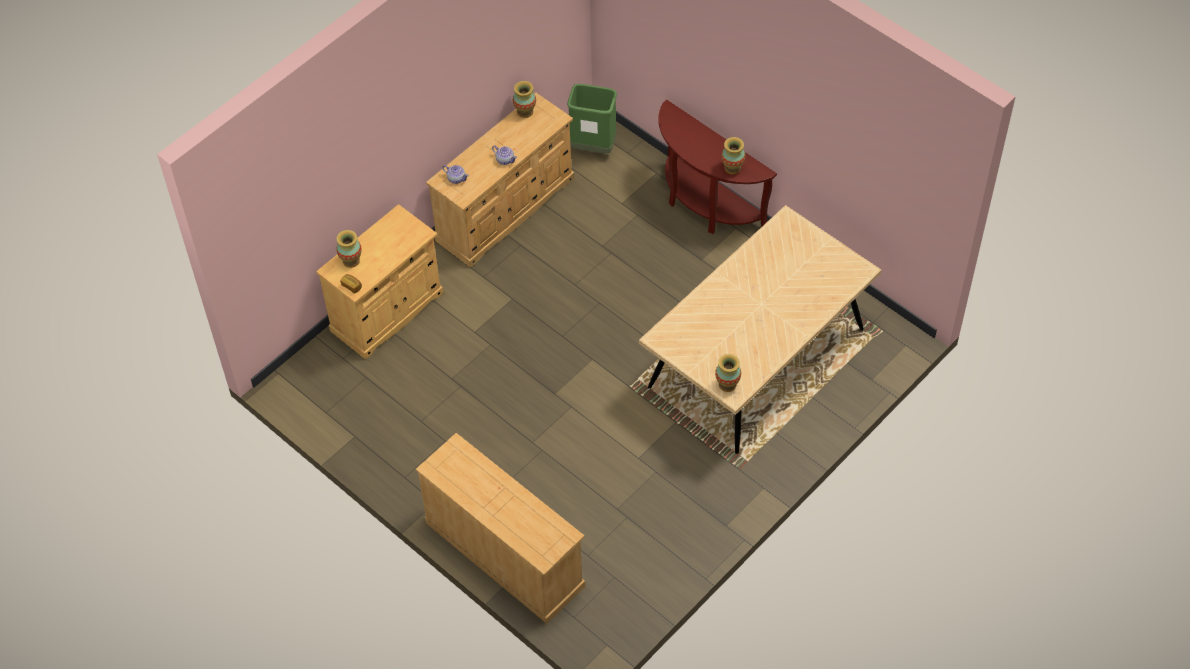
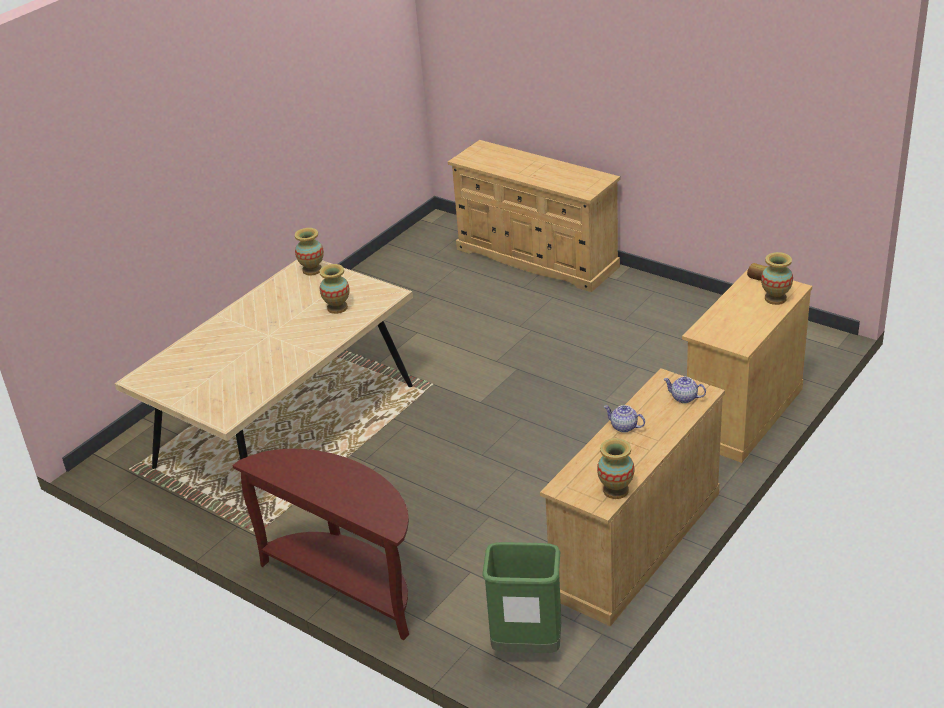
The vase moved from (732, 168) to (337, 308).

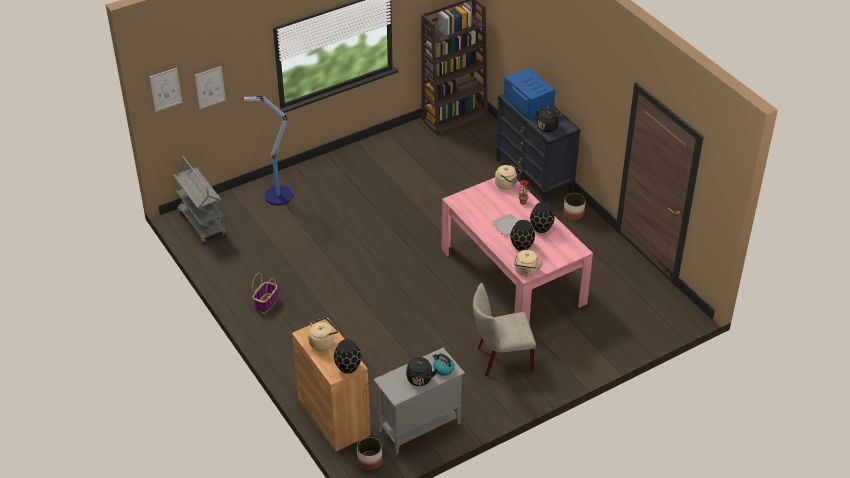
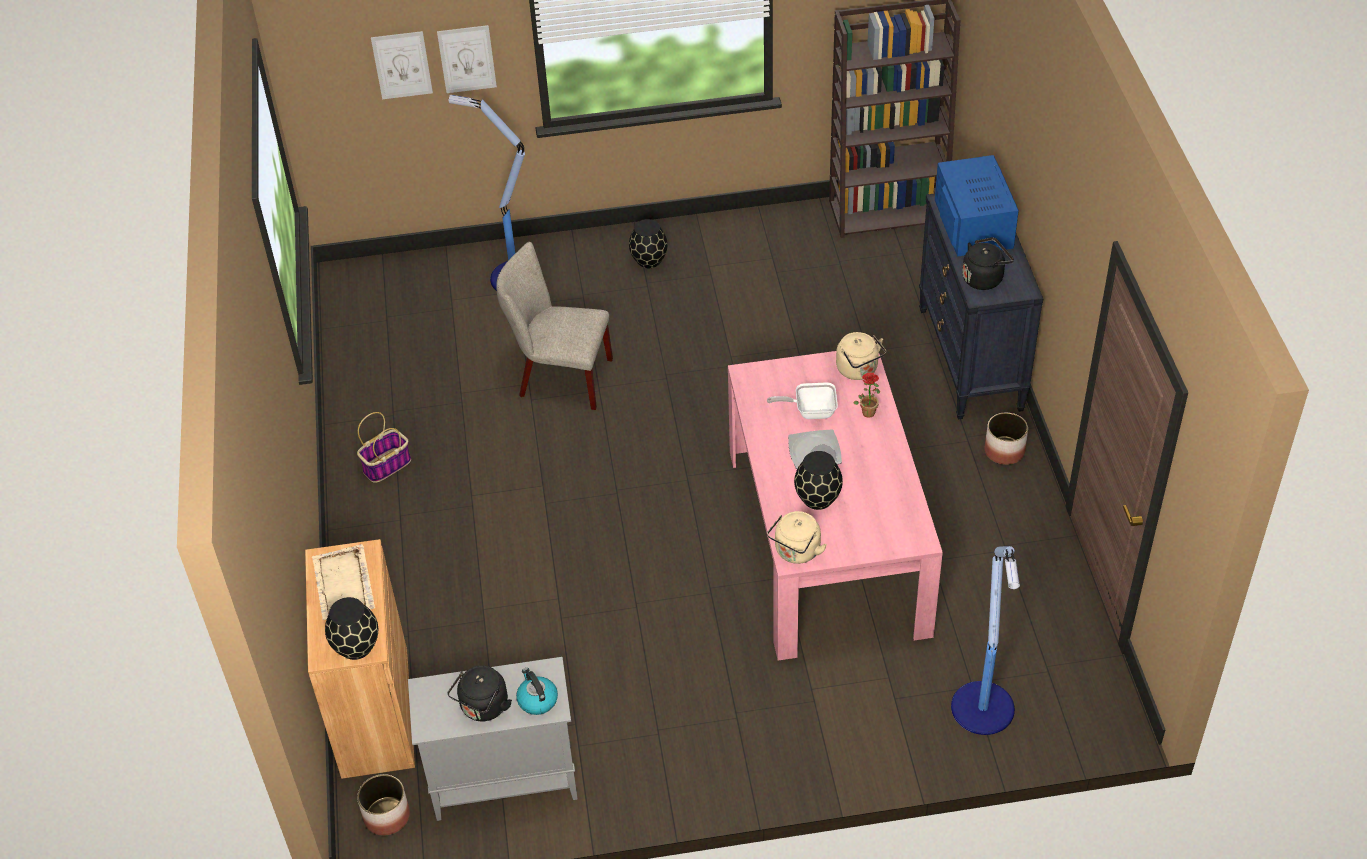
The tableau moved from (165, 89) to (467, 59).
The chariot (gris) at (201, 223) disappeared.
The vase (noir) moved from (541, 227) to (649, 260).
The chaise (beige) moved from (501, 359) to (559, 378).
The bouilloire (beige) at (323, 342) was replaced by the plateau (beige) at (343, 585).
The poêle at (810, 411) appeared.
The lampadaire at (983, 710) appeared.

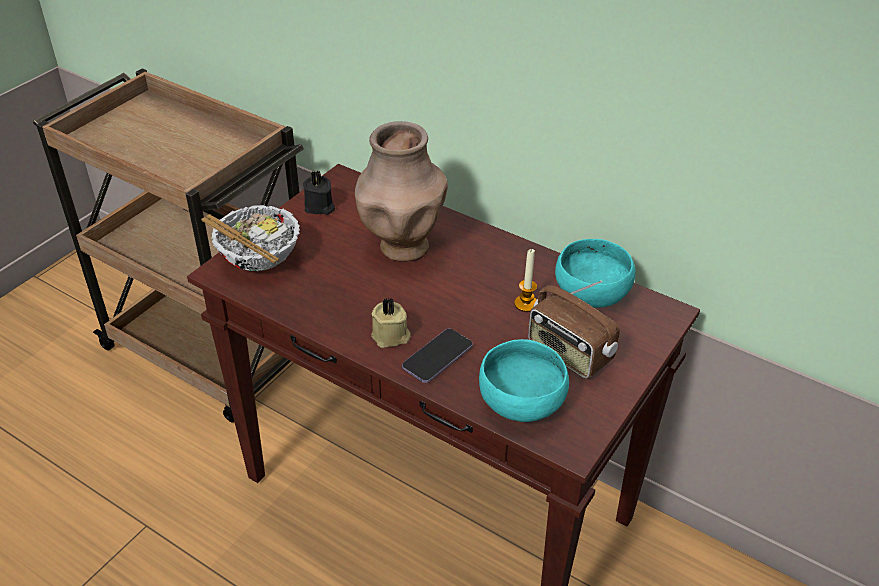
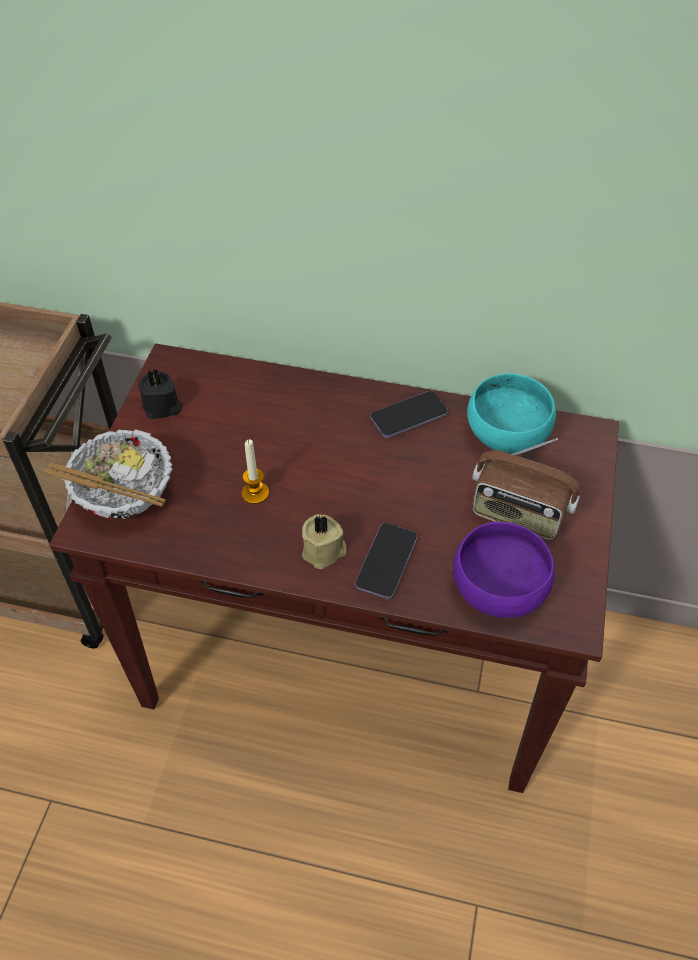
The vase (marron) at (402, 247) disappeared.
The bougie moved from (526, 304) to (255, 493).
The bol (turquoise) at (522, 401) became the bol (violet) at (499, 588).
The téléphone at (409, 416) appeared.

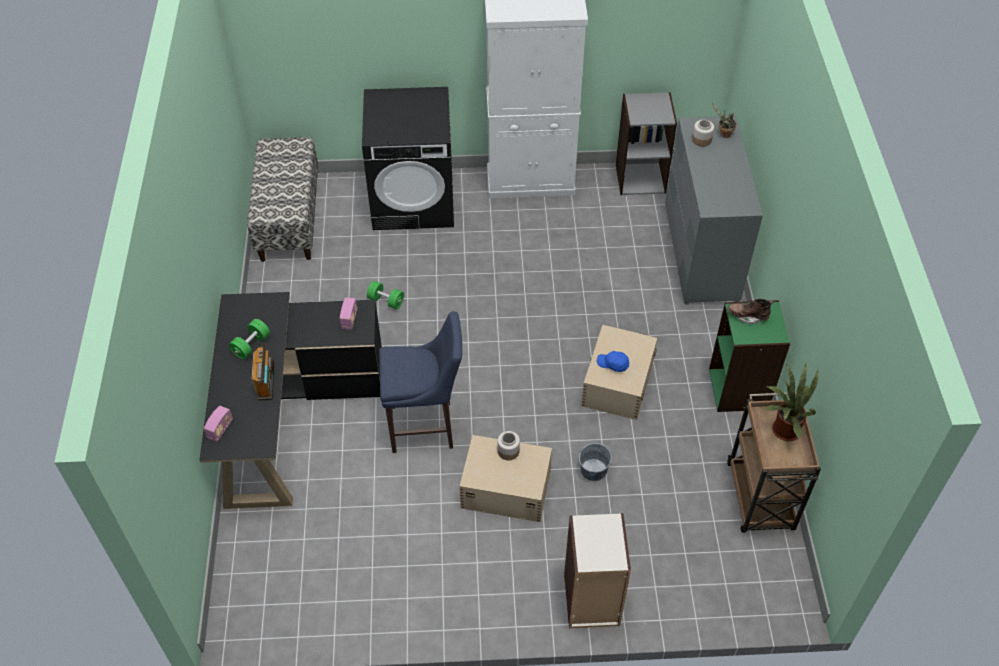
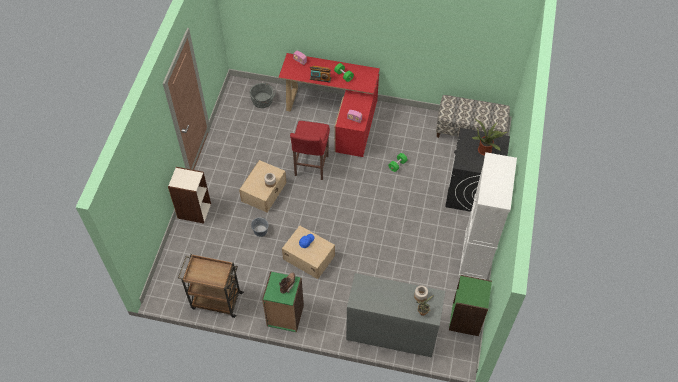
The bibliothèque (gris) at (640, 178) became the bibliothèque (vert) at (466, 319).
The bureau (noir) at (287, 415) became the bureau (rouge) at (336, 115).
The tabouret (bleu) at (426, 427) became the tabouret (rouge) at (310, 167).
The plante en pot moved from (783, 429) to (485, 149).
The seau (gris) at (263, 100) appeared.

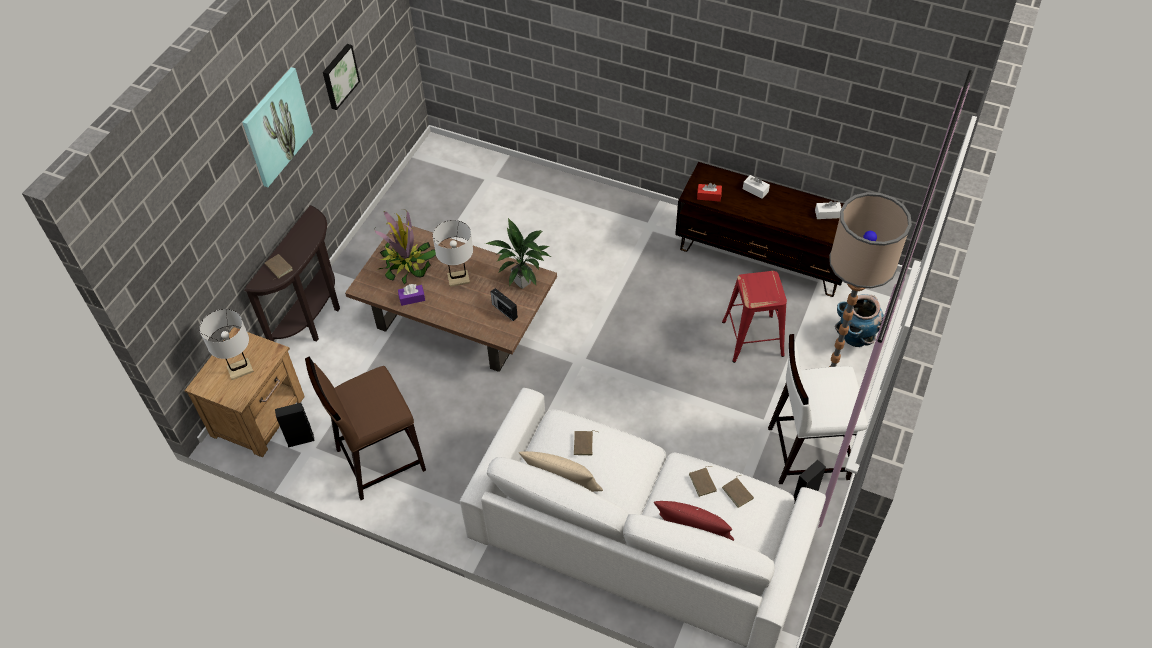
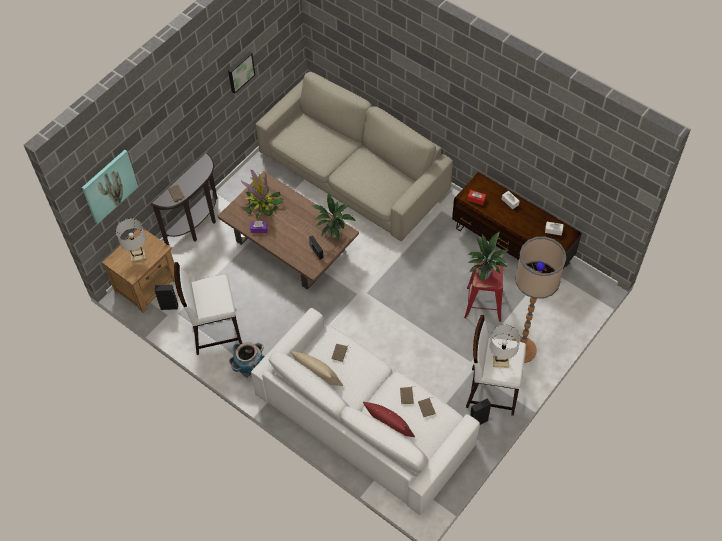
The tableau moved from (277, 127) to (109, 186).
The lampe de table (blanc) moved from (458, 278) to (500, 361).
The cache-pot moved from (855, 338) to (250, 369).
The tabouret (marron) at (379, 459) became the tabouret (blanc) at (215, 331).
The canapé (beige) at (353, 172) appeared.
The plante en pot at (485, 275) appeared.

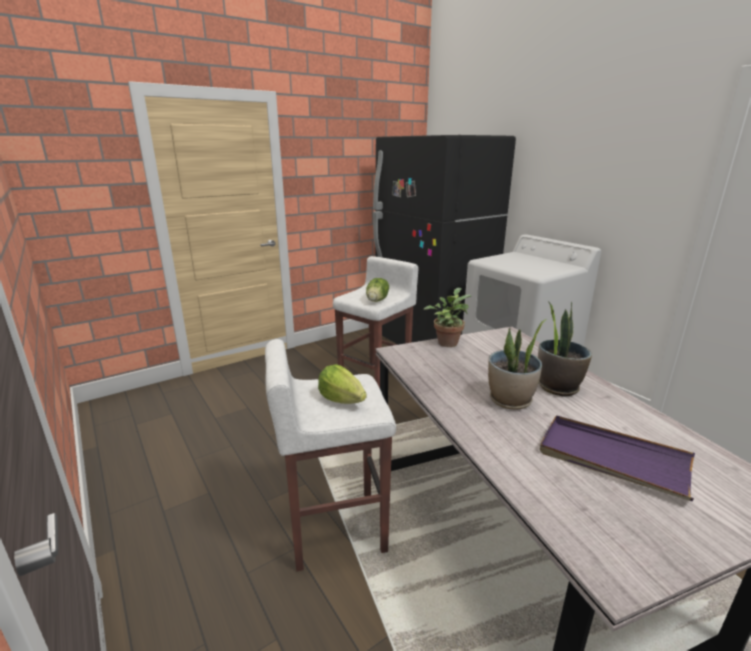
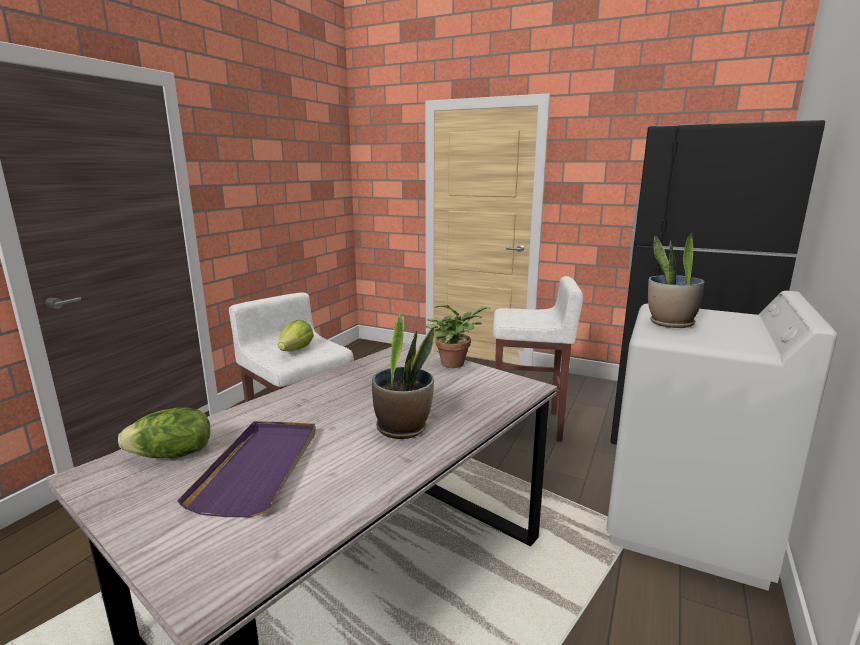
The laitue moved from (377, 300) to (172, 455).
The plante en pot moved from (510, 400) to (670, 323).

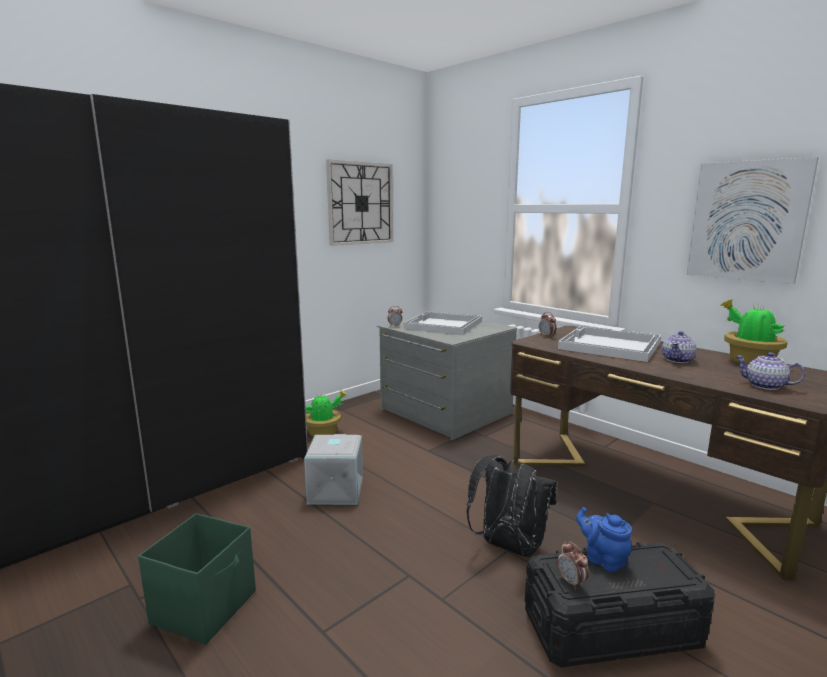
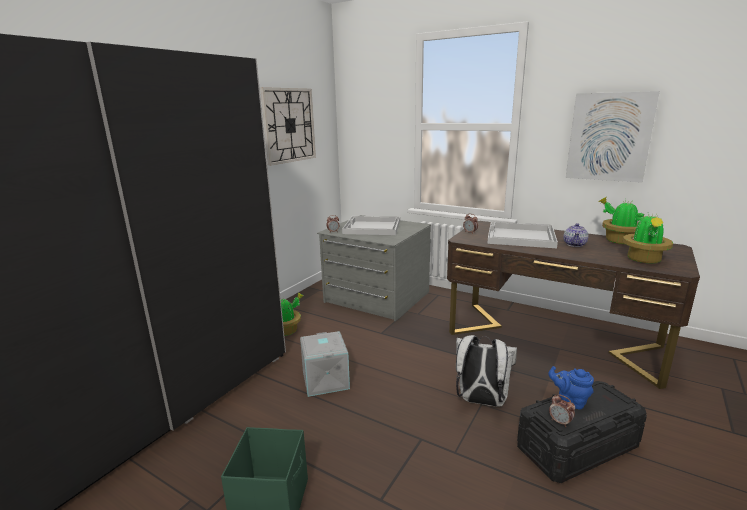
The théière at (765, 386) was replaced by the plante en pot at (644, 260).
The sac à dos (noir) at (508, 547) became the sac à dos (blanc) at (480, 401).

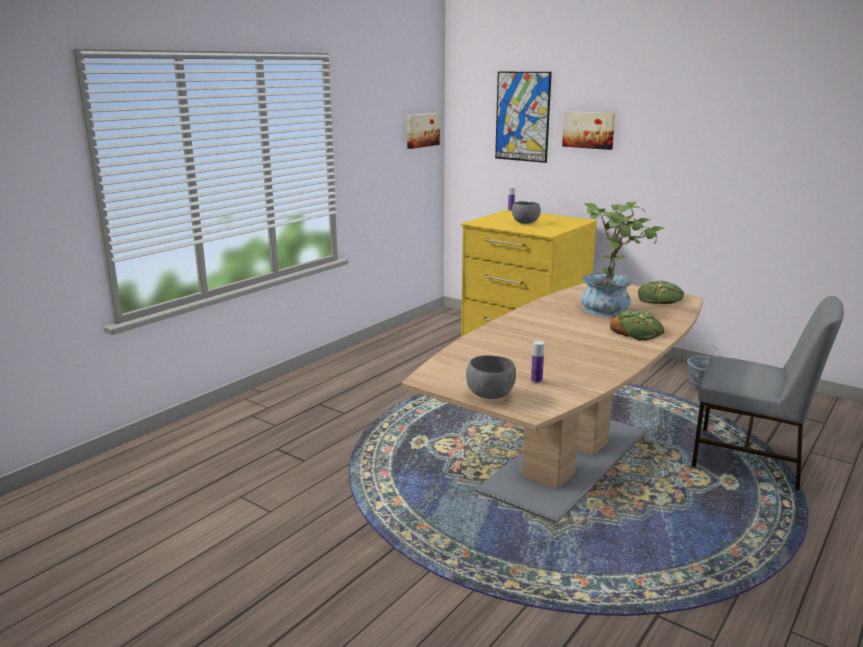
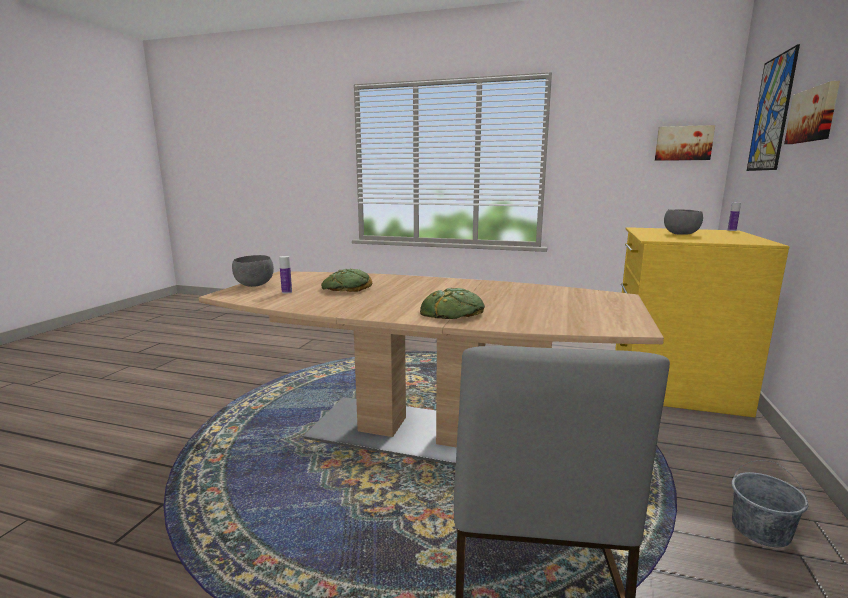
The plante en pot at (612, 308) disappeared.
The pain moved from (660, 298) to (346, 288).

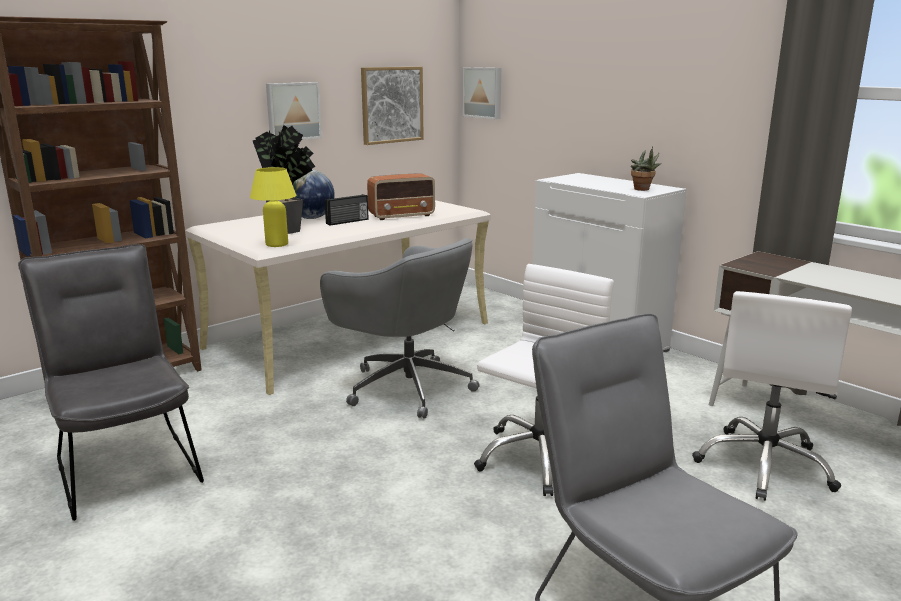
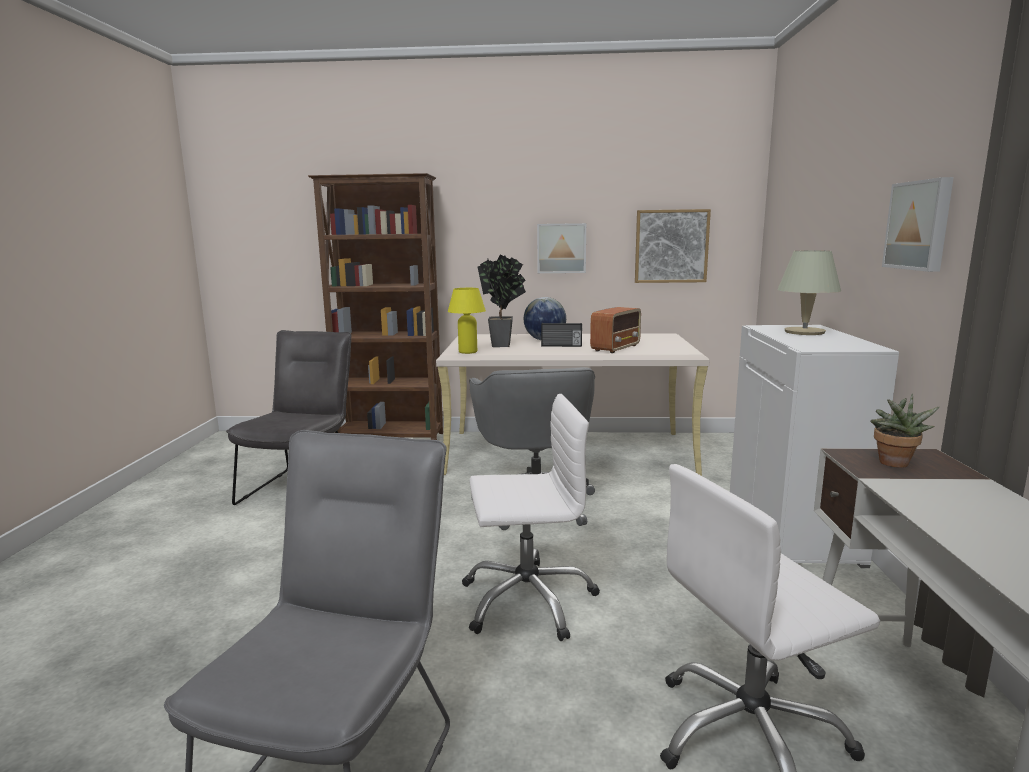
The tableau moved from (483, 92) to (920, 225).
The plante en pot moved from (643, 189) to (894, 464).
The radio at (402, 216) turned 75 degrees counterclockwise.
The lampe de table (beige) at (804, 332) appeared.

